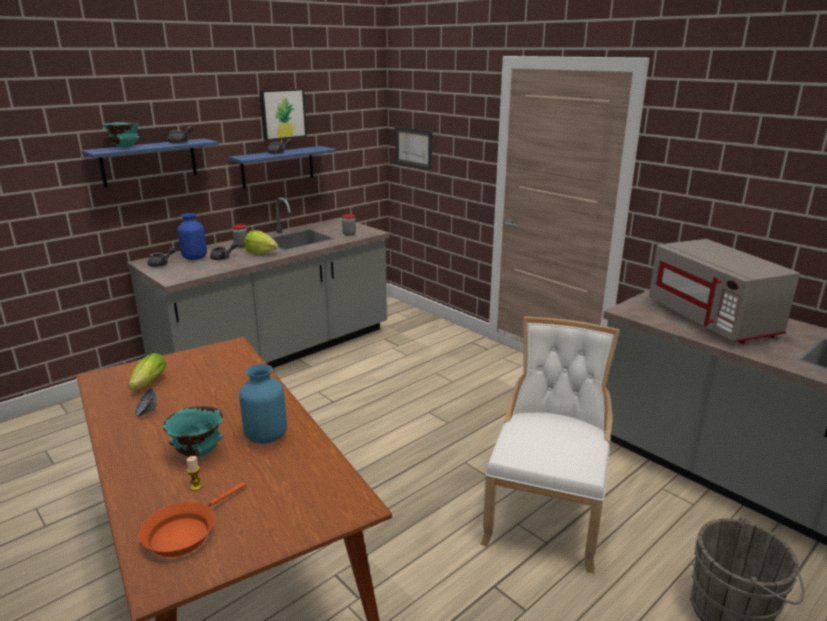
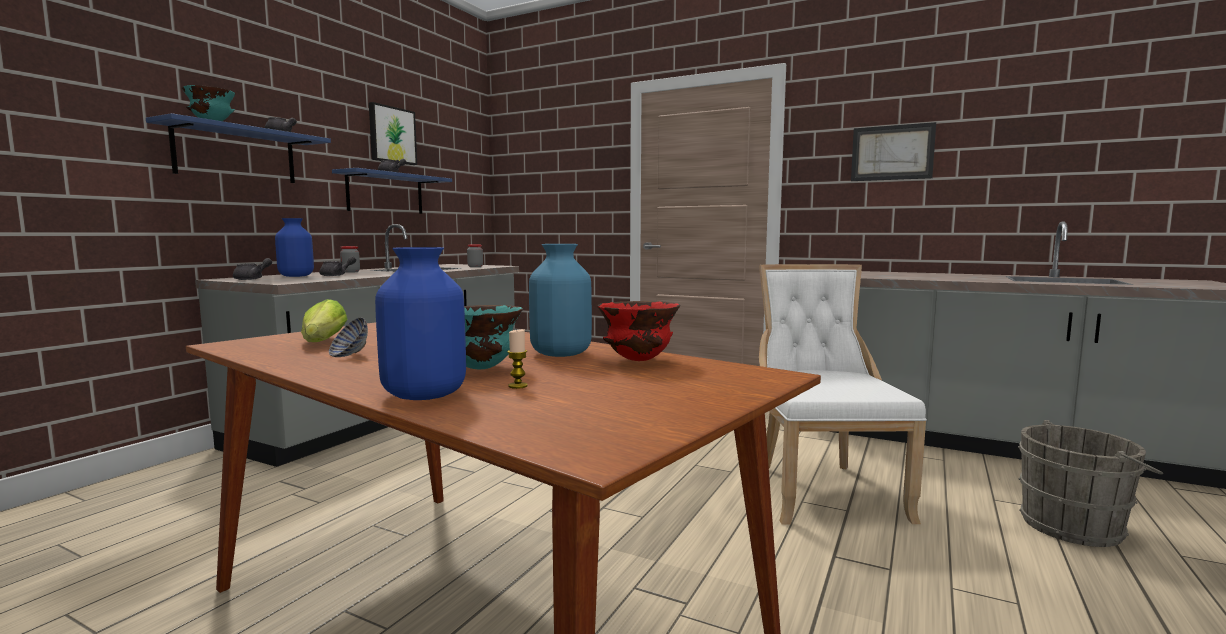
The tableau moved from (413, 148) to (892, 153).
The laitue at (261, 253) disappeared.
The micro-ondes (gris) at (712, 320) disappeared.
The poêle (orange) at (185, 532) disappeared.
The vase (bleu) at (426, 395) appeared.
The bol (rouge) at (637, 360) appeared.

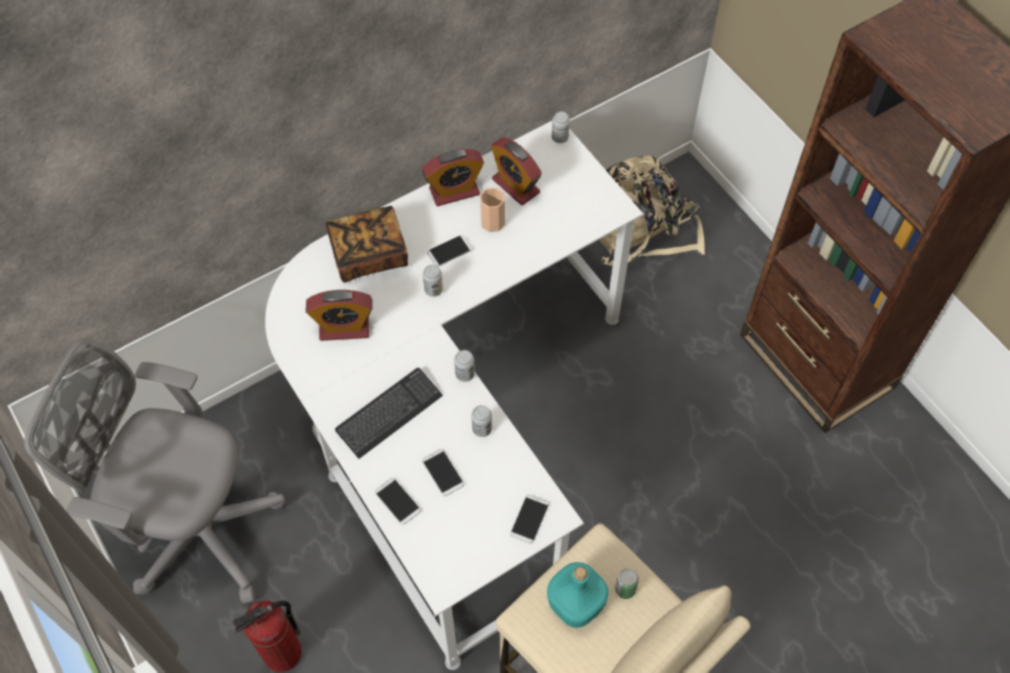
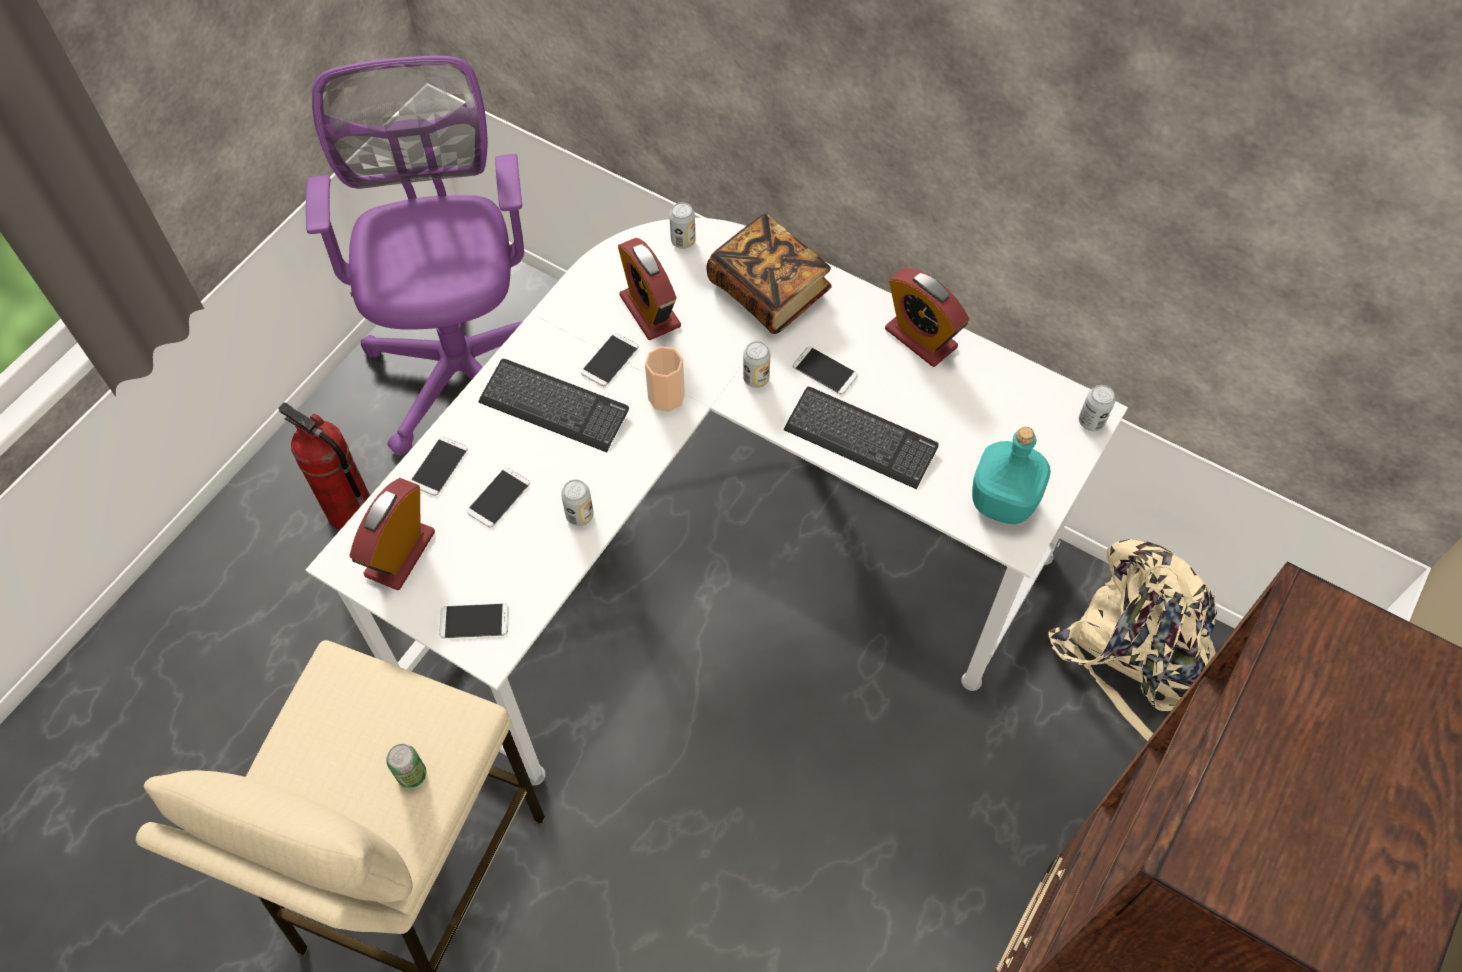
The réveil moved from (515, 186) to (400, 554).
The tasse moved from (492, 222) to (666, 397).
The chaise de bureau (gris) at (194, 527) became the chaise de bureau (violet) at (460, 361).
The boîte métallique moved from (465, 374) to (683, 241).
The bouteille (turquoise) moved from (574, 604) to (1003, 500).
The téléphone at (610, 360) appeared.
The clavier at (860, 439) appeared.

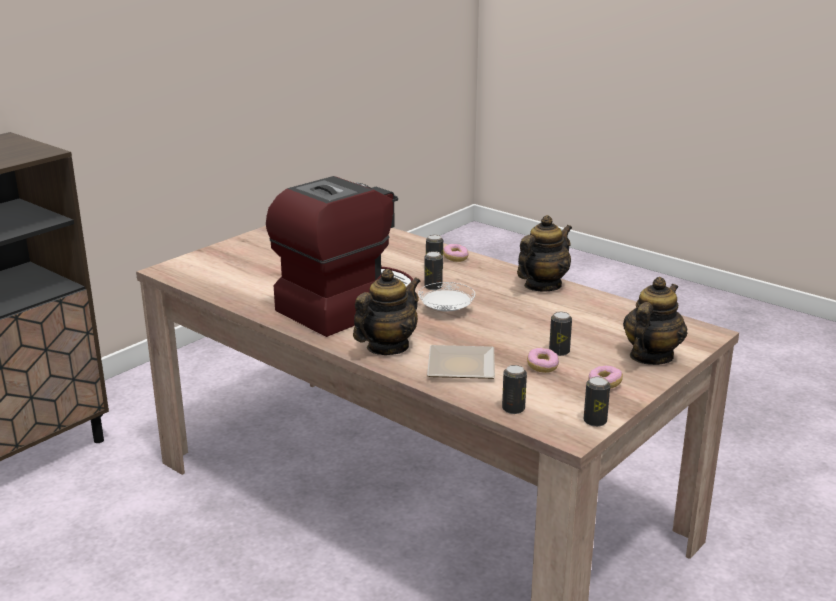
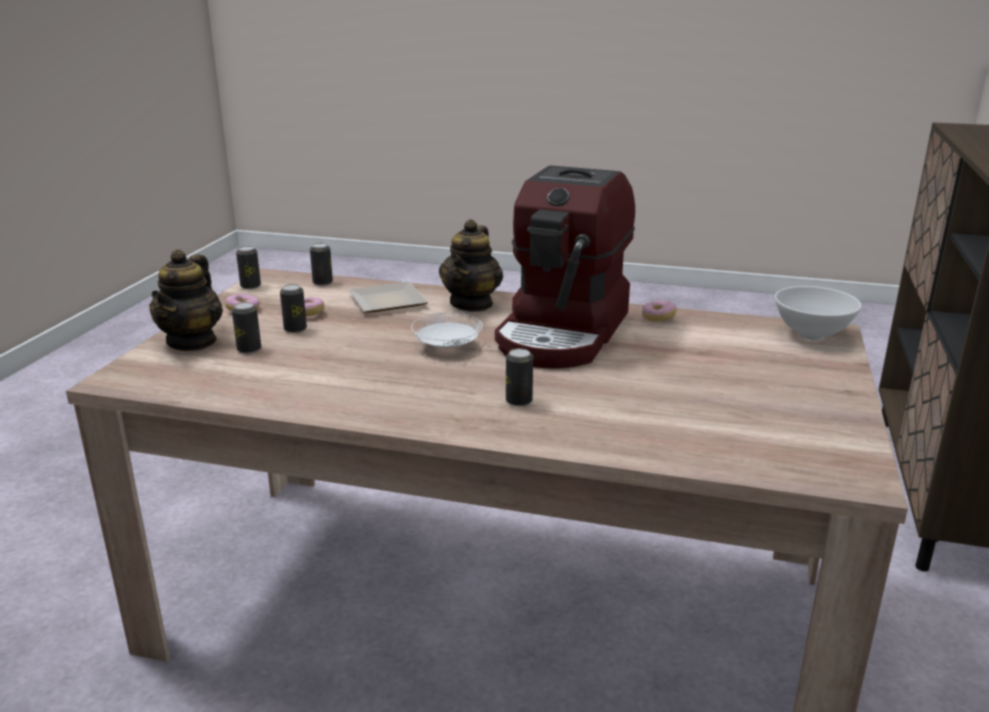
The théière at (542, 286) disappeared.
The beignet moved from (455, 258) to (658, 318).
The boîte métallique moved from (433, 287) to (249, 349).
The bol (blanc) at (812, 335) appeared.

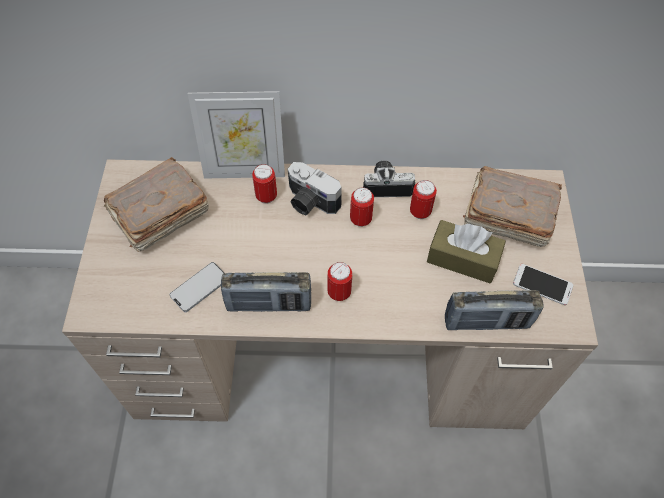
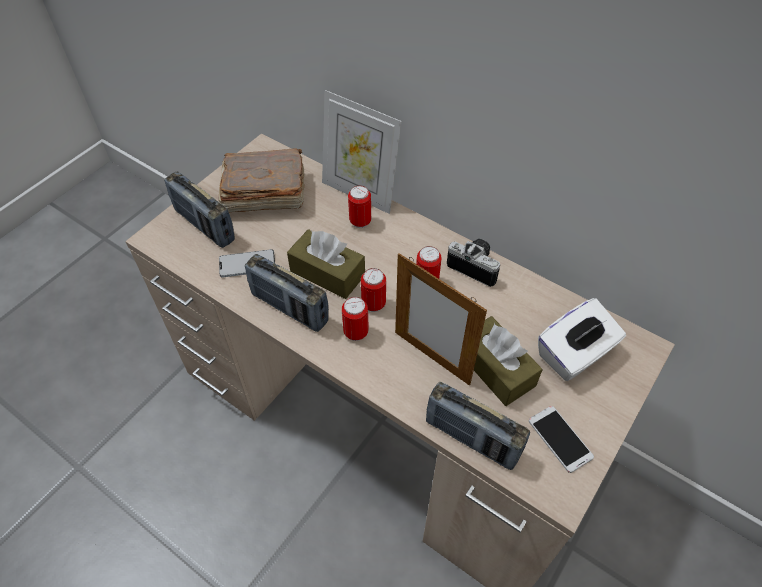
The appareil photo at (310, 202) disappeared.
The livre (marron) at (506, 216) was replaced by the boîte à mouchoirs (blanc) at (574, 354).
The boîte métallique moved from (420, 212) to (373, 304).
The radio at (204, 226) appeared.
The boîte à mouchoirs (marron) at (327, 273) appeared.
The cadre photo at (431, 357) appeared.

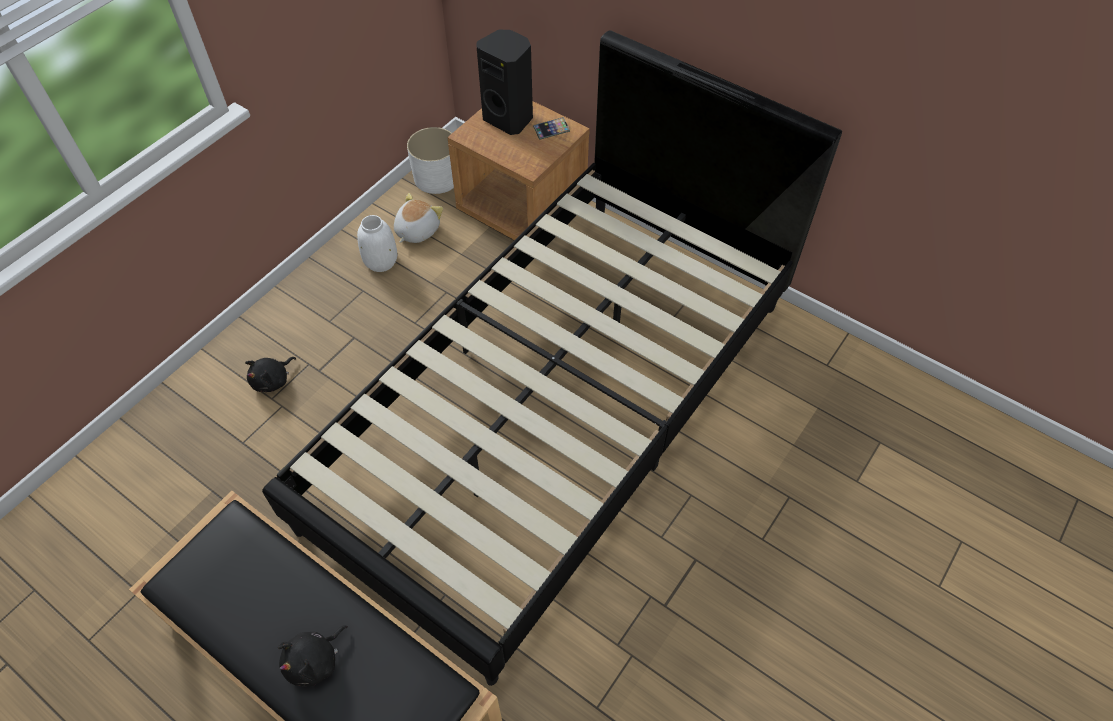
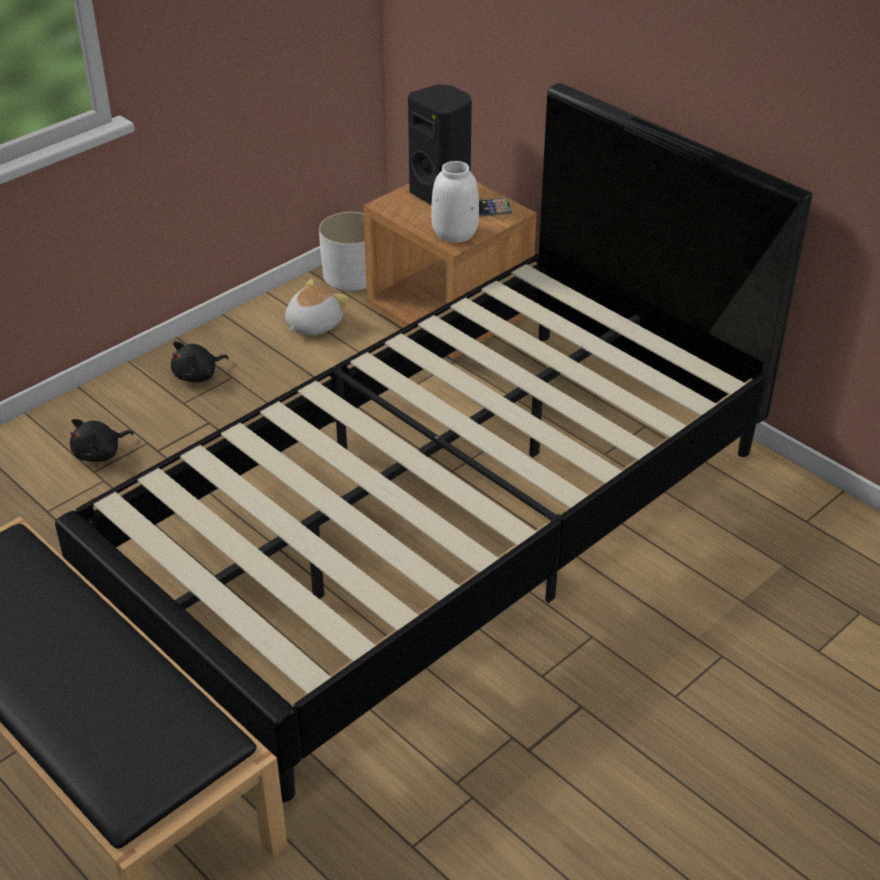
The vase (blanc) moved from (381, 262) to (455, 233).
The peluche (noir) moved from (315, 661) to (198, 375).

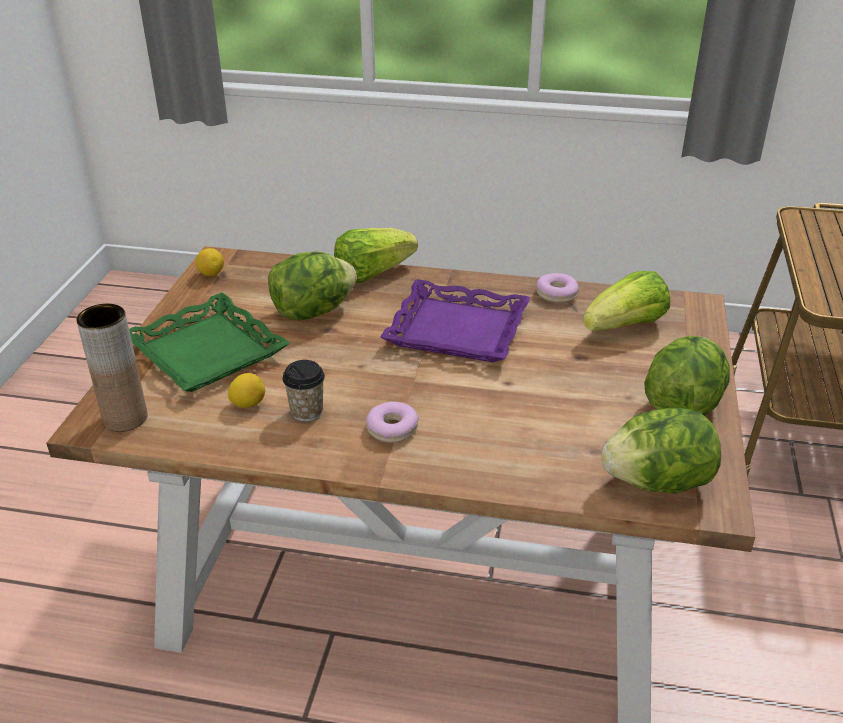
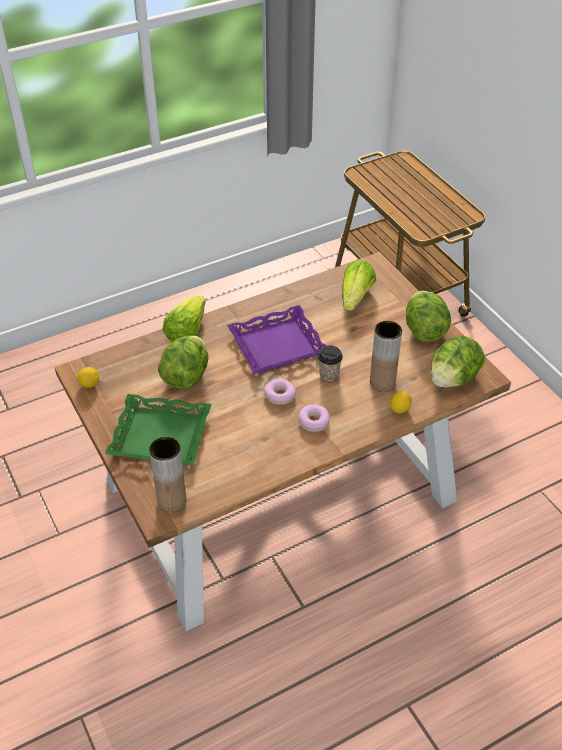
The beignet moved from (556, 294) to (279, 395).
The tasse moved from (306, 412) to (329, 374).
The citron moved from (248, 404) to (399, 409).
The vase (marron) at (382, 383) appeared.

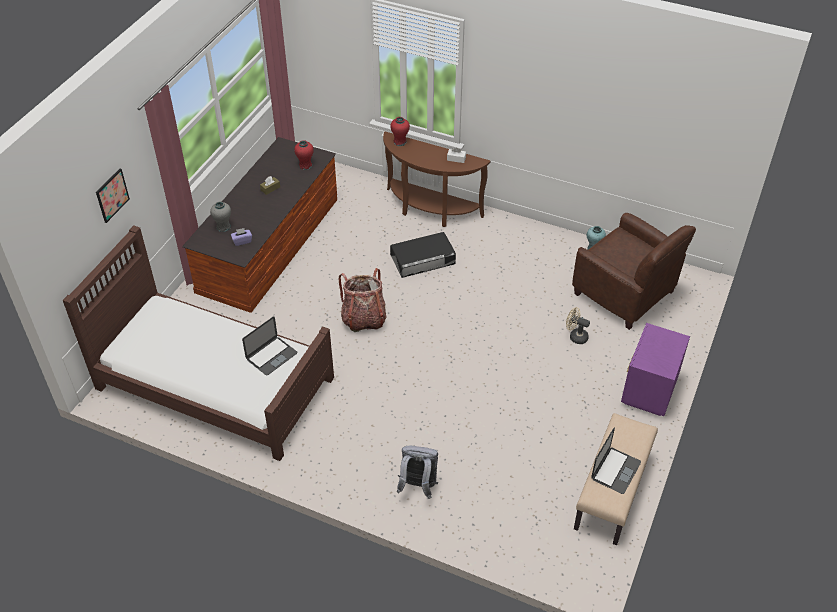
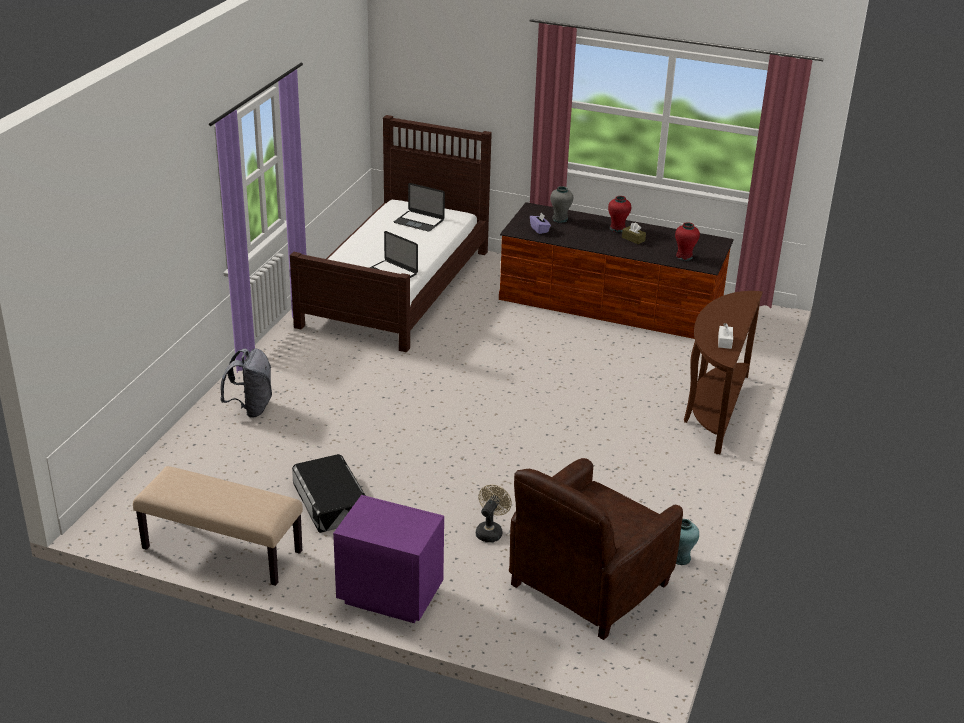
The vase (rouge) moved from (400, 142) to (617, 229).
The tableau at (112, 195) disappeared.
The boîte de rangement (noir) moved from (422, 259) to (330, 501).
The sac à dos at (364, 319) disappeared.
The ordinateur portable moved from (615, 470) to (419, 221).

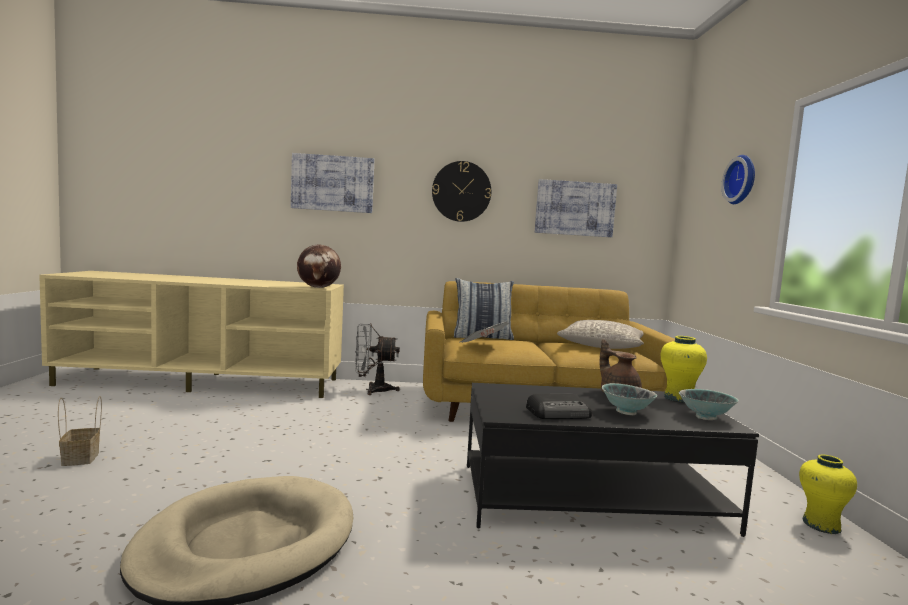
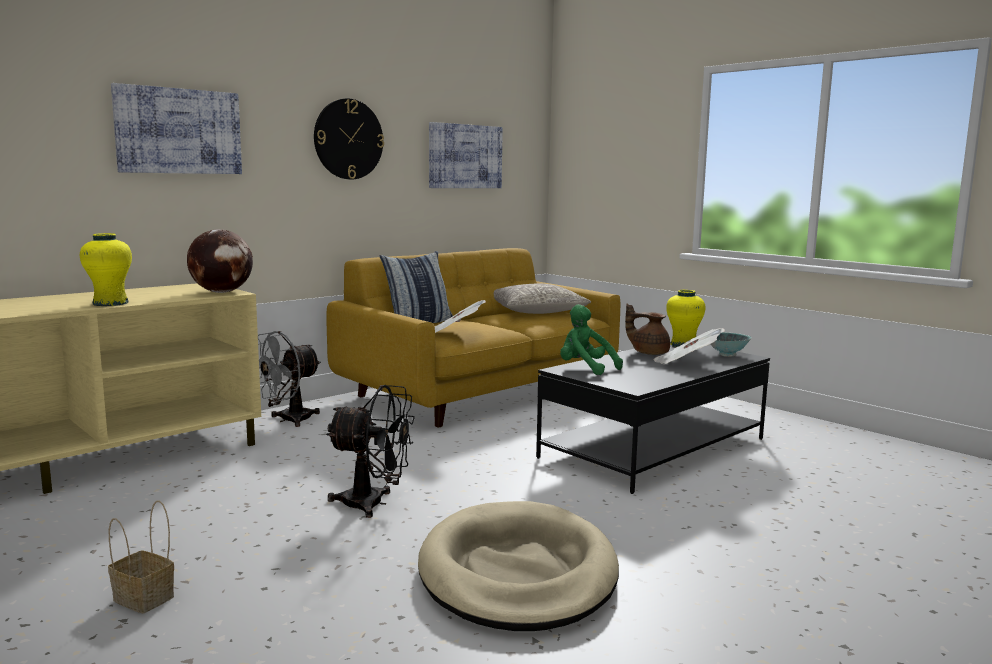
The horloge murale at (742, 180) disappeared.
The bol at (626, 412) was replaced by the journal at (686, 364).
The radio at (559, 413) disappeared.
The vase (jaune) moved from (821, 525) to (110, 303).
The peluche (vert) at (585, 369) appeared.
The ventilateur (noir) at (374, 504) appeared.

